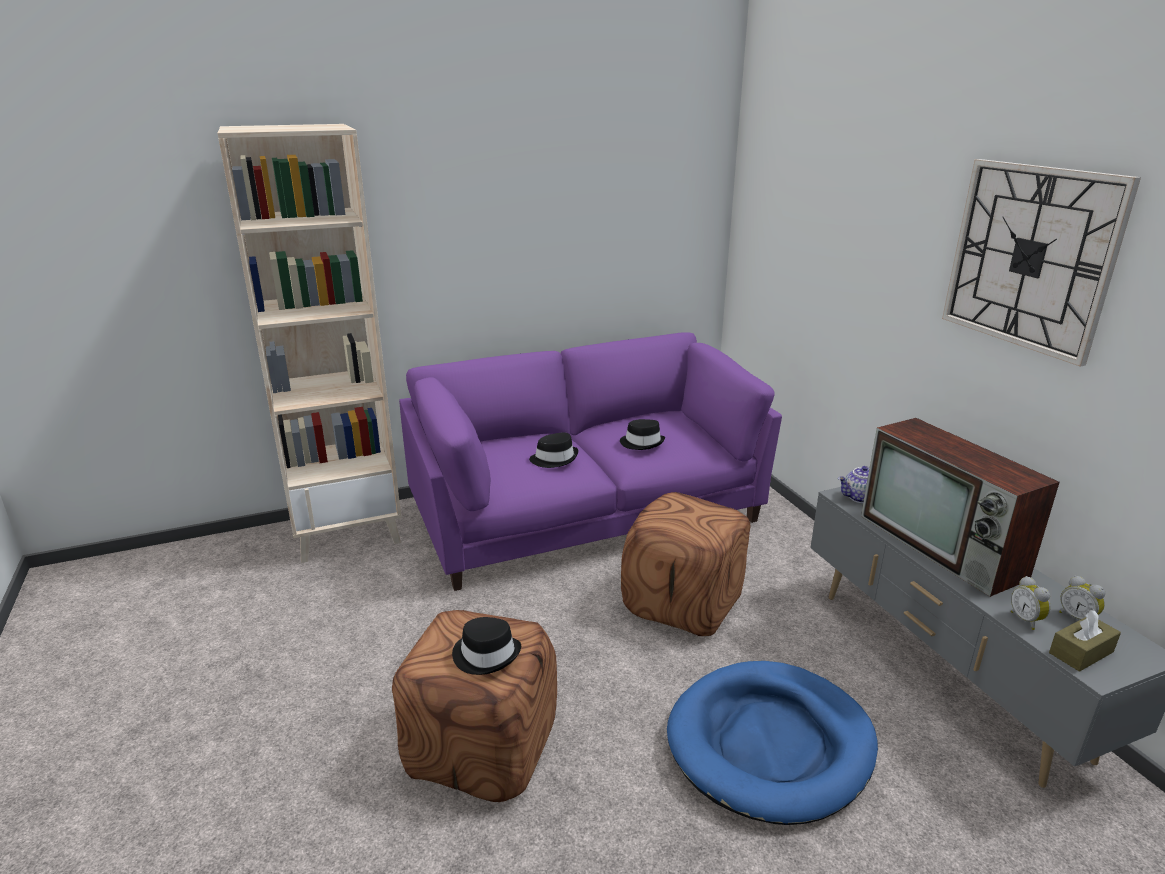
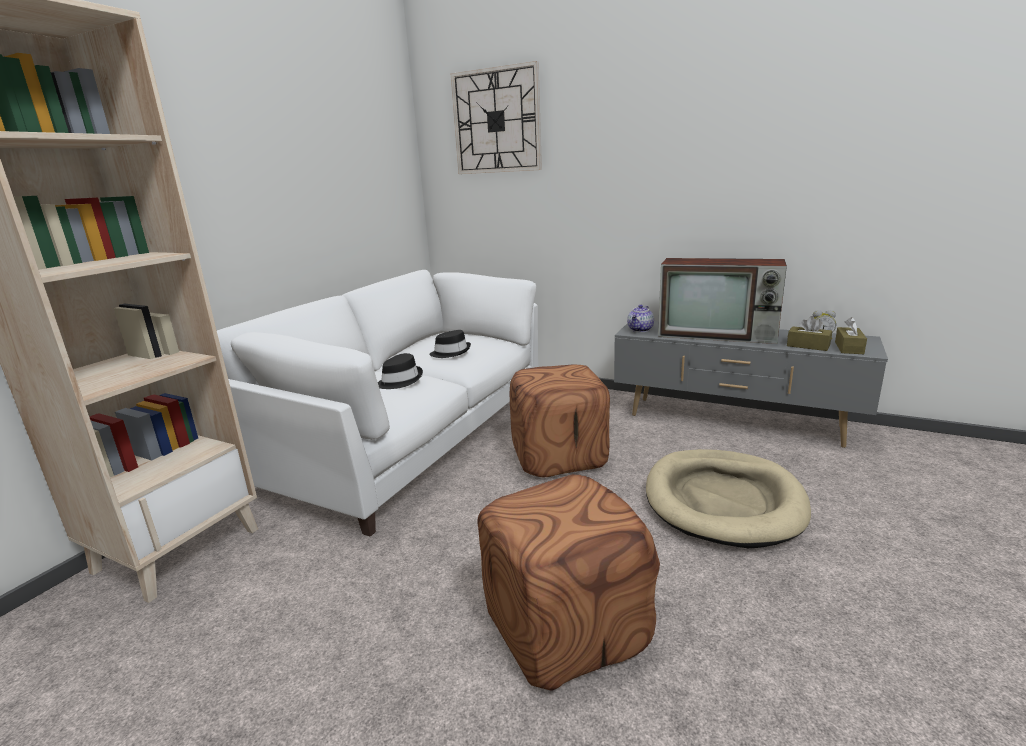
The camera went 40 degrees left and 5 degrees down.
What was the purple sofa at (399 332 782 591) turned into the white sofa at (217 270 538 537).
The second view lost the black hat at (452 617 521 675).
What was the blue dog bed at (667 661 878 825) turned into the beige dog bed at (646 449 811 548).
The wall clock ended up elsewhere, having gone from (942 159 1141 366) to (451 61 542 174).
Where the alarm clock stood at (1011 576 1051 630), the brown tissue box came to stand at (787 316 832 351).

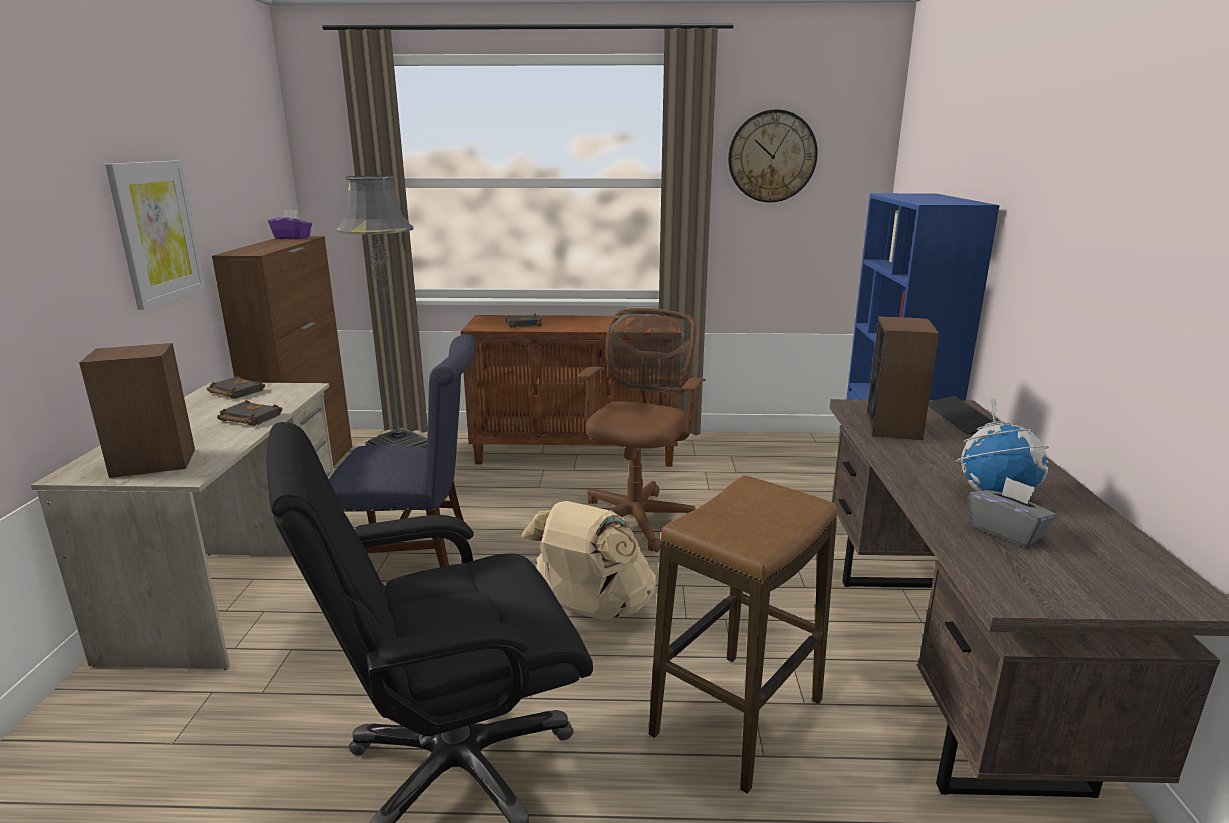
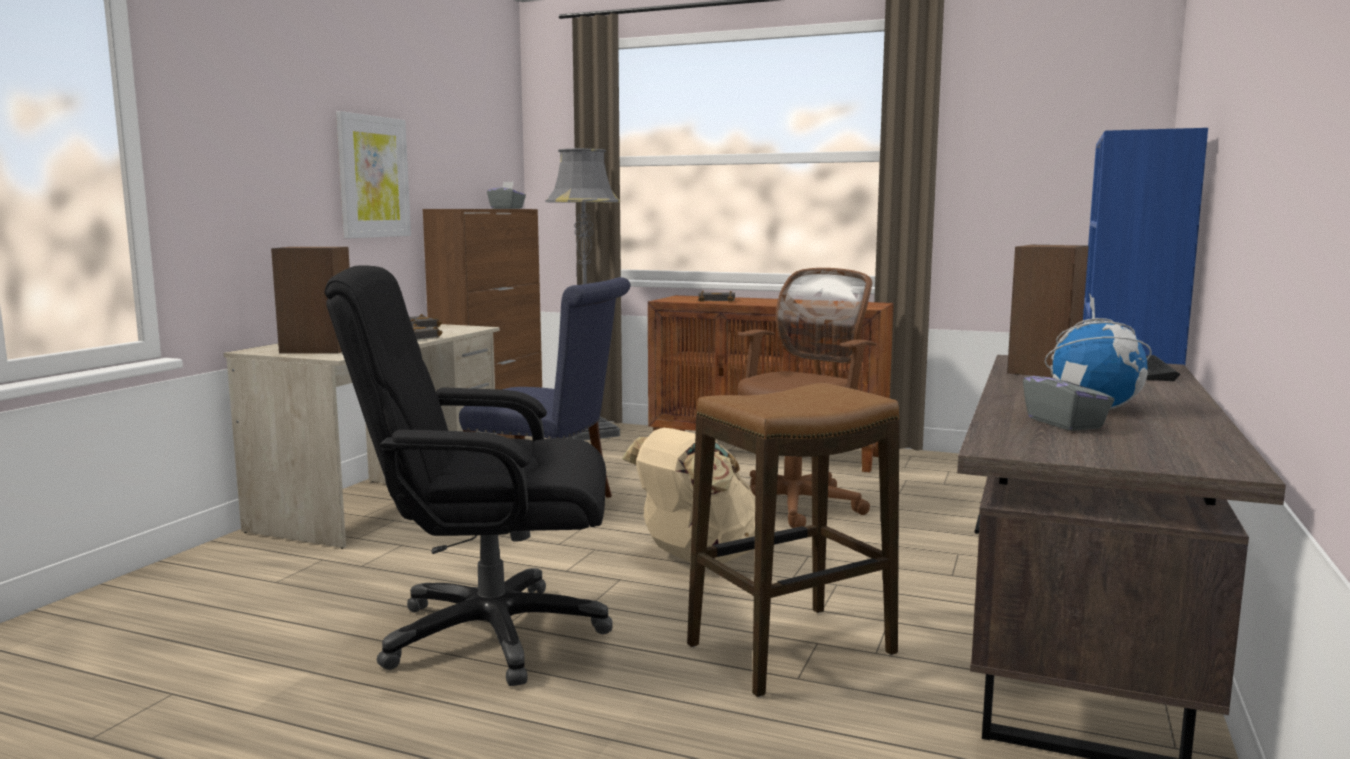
The camera went 20 degrees right and 10 degrees down.
What was the purple tissue box at (268 210 312 239) turned into the grey tissue box at (487 182 526 209).
The second view lost the wall clock at (728 109 818 203).

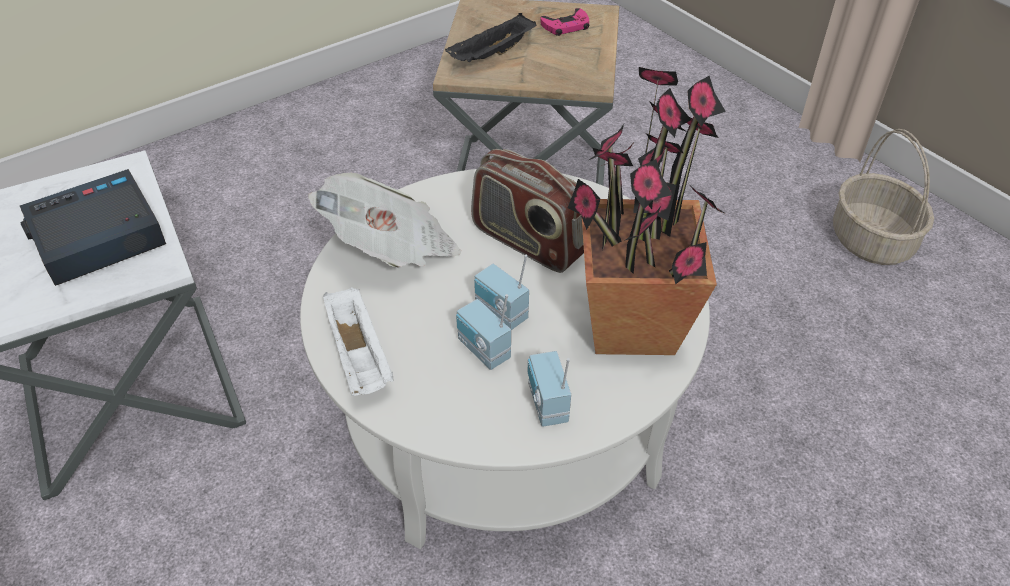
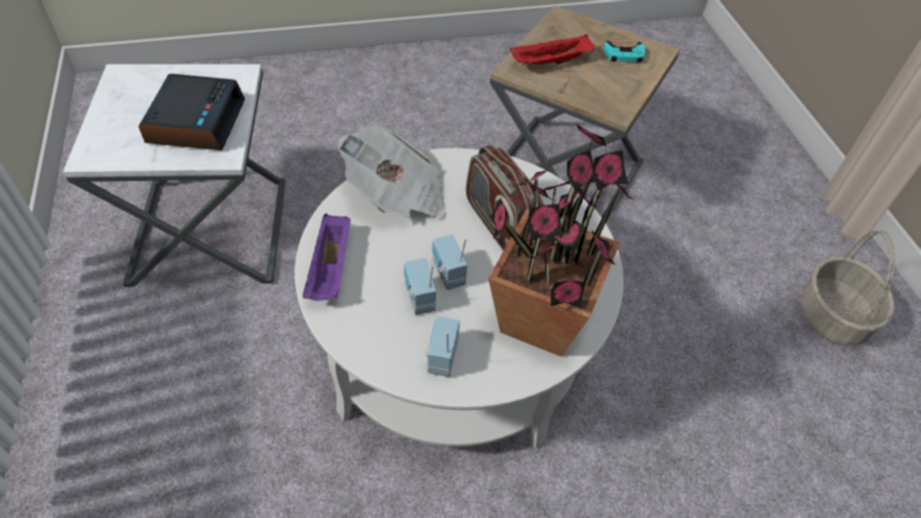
The camera went 20 degrees right and 5 degrees up.
The alarm clock at (20 169 166 286) ended up facing another way, 105 degrees clockwise from before.
What was the white tray at (323 287 394 396) turned into the purple tray at (303 213 351 301).
What was the black tray at (445 13 536 62) turned into the red tray at (510 34 595 65).
What was the pink game controller at (540 8 589 36) turned into the turquoise game controller at (604 41 646 63).

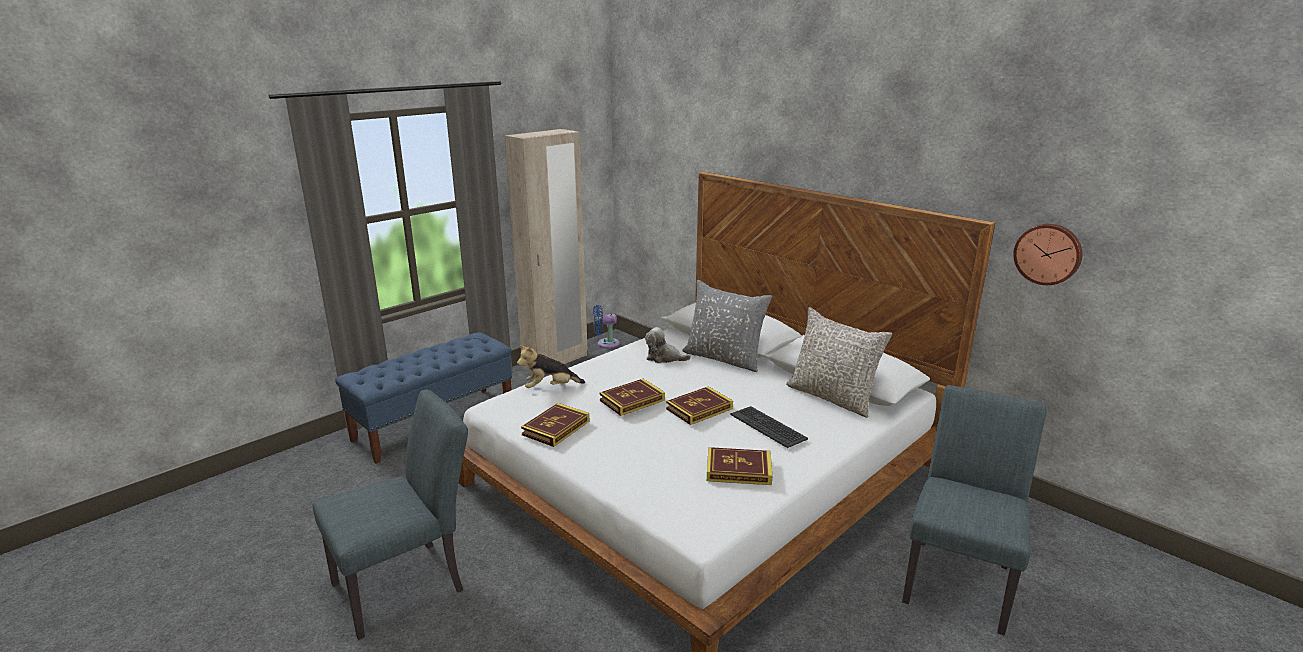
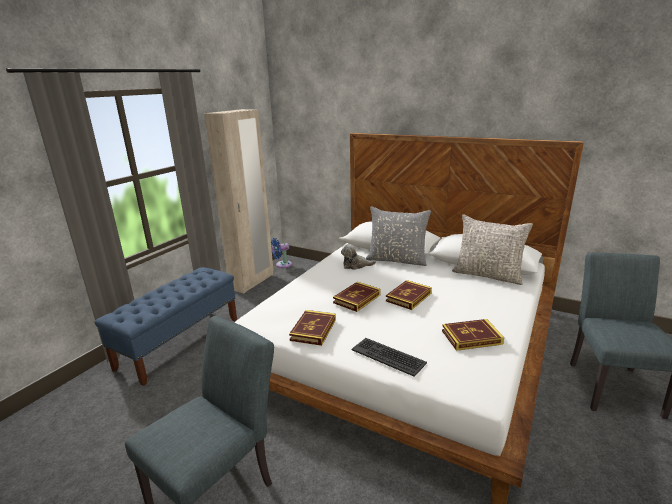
The camera went 15 degrees left and 0 degrees up.
The second view lost the plush toy at (517 345 585 388).
The keyboard ended up elsewhere, having gone from (730 406 808 448) to (351 338 427 377).
The second view lost the wall clock at (1013 224 1082 285).

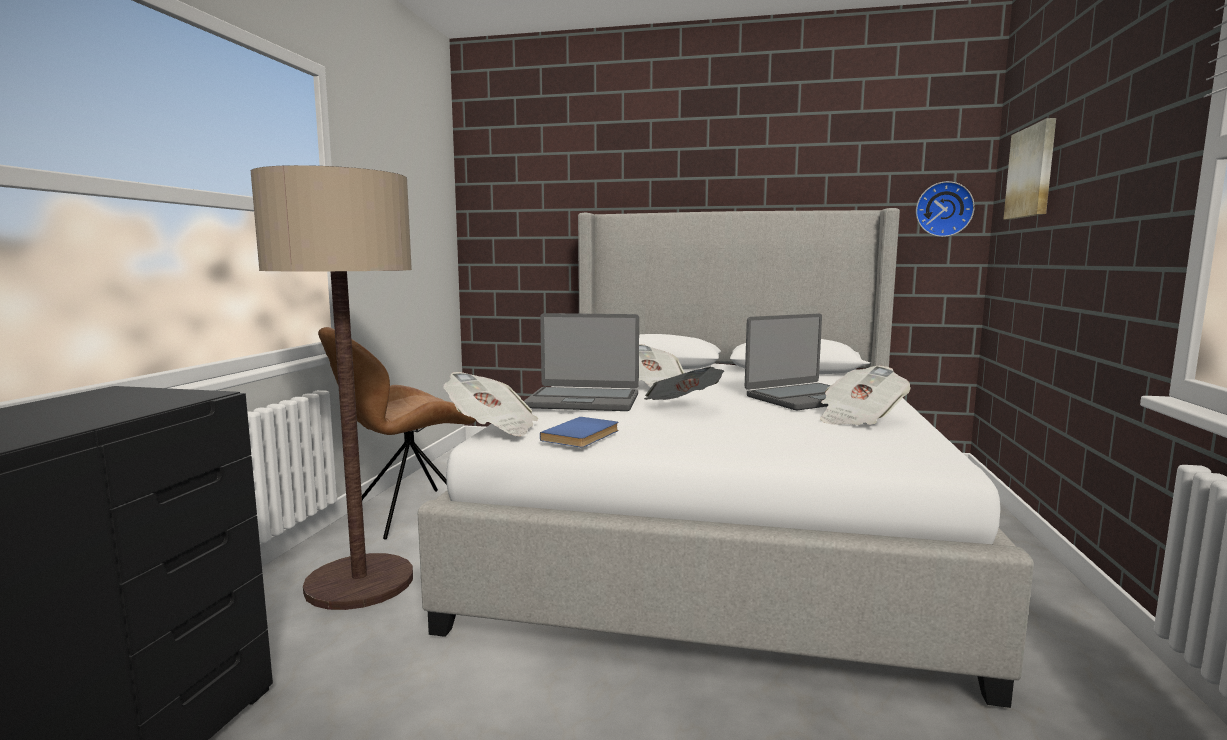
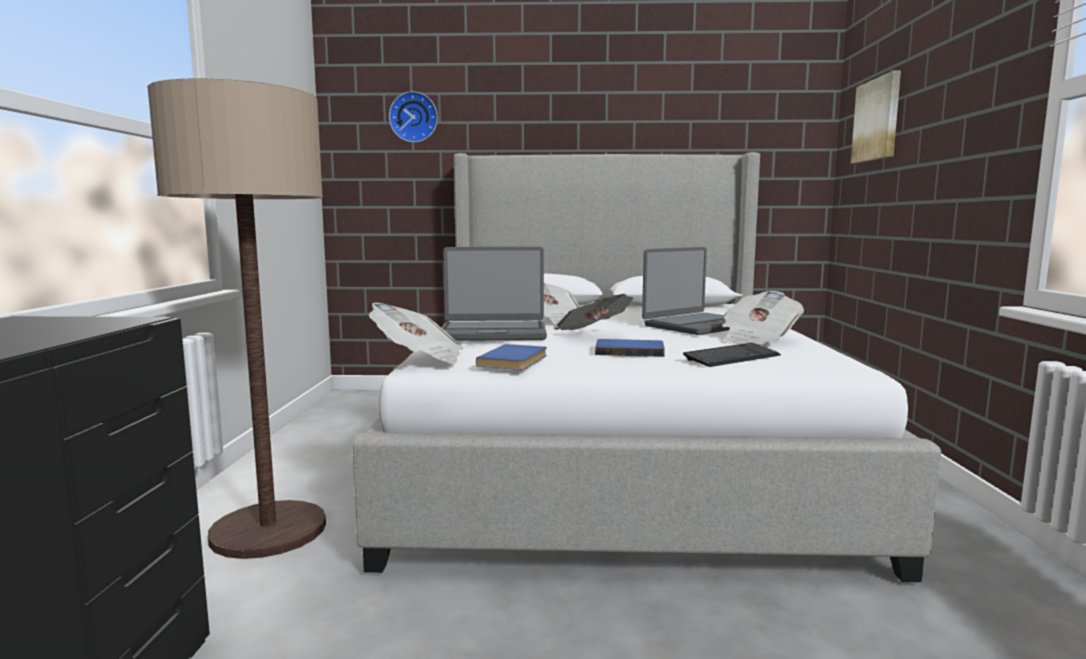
The camera went 10 degrees left and 0 degrees up.
The second view lost the brown chair at (318 327 476 539).
The wall clock ended up elsewhere, having gone from (916 181 975 237) to (389 91 438 143).
The second view gained the blue book at (595 339 665 357).
The second view gained the keyboard at (683 343 781 367).

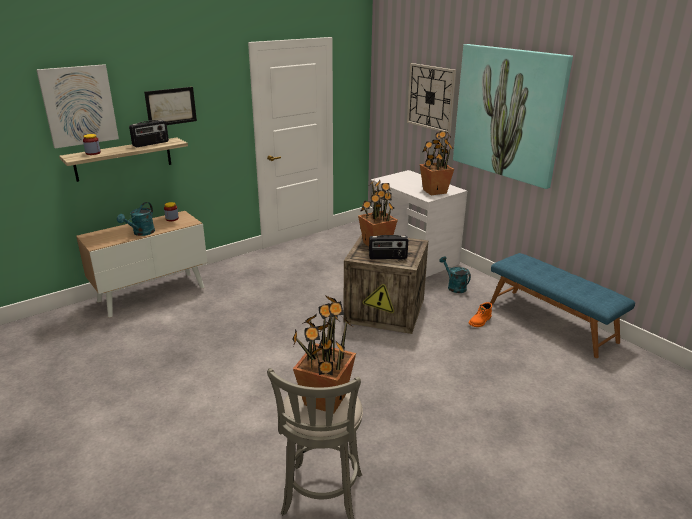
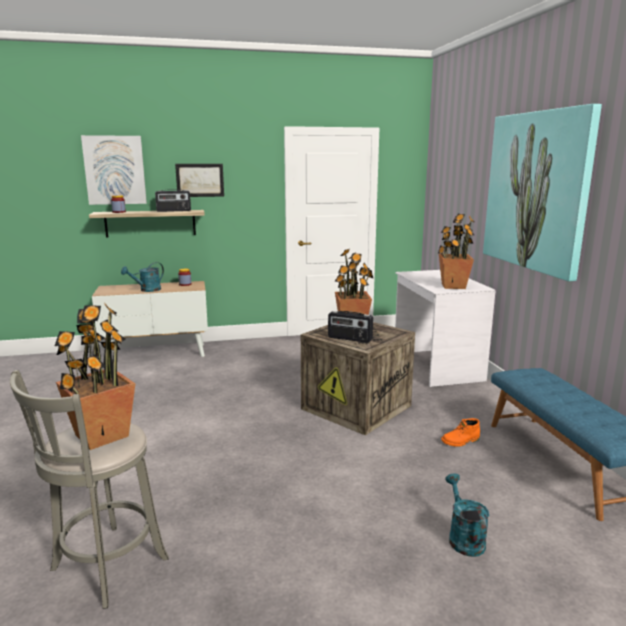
The camera went 25 degrees right and 10 degrees down.
The second view lost the wall clock at (407 63 456 134).
The turquoise watering can ended up elsewhere, having gone from (439 256 471 293) to (445 474 489 557).

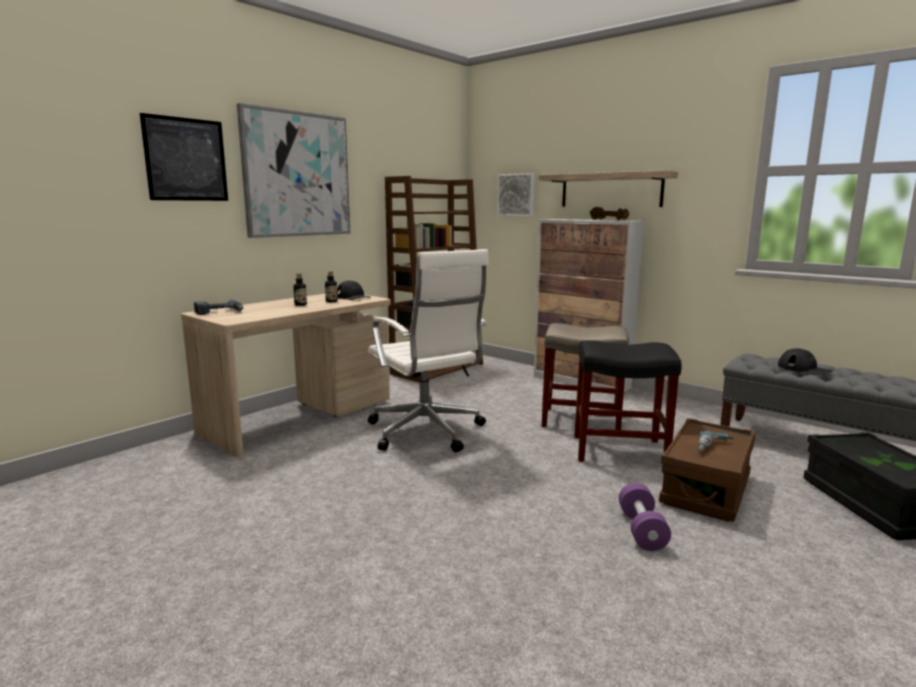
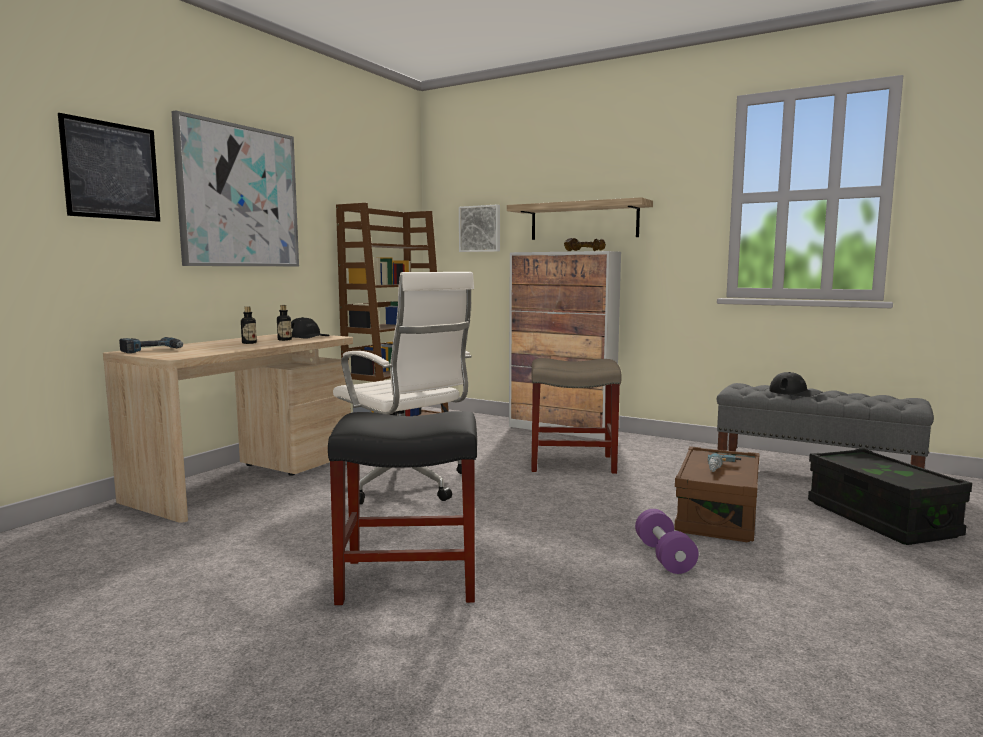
The camera went 10 degrees left and 5 degrees down.
The black stool ended up elsewhere, having gone from (575 340 682 462) to (328 411 477 605).

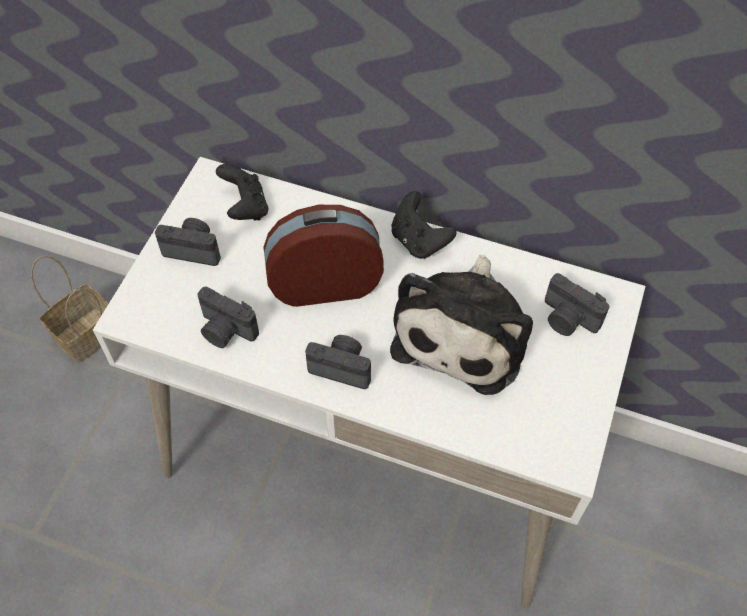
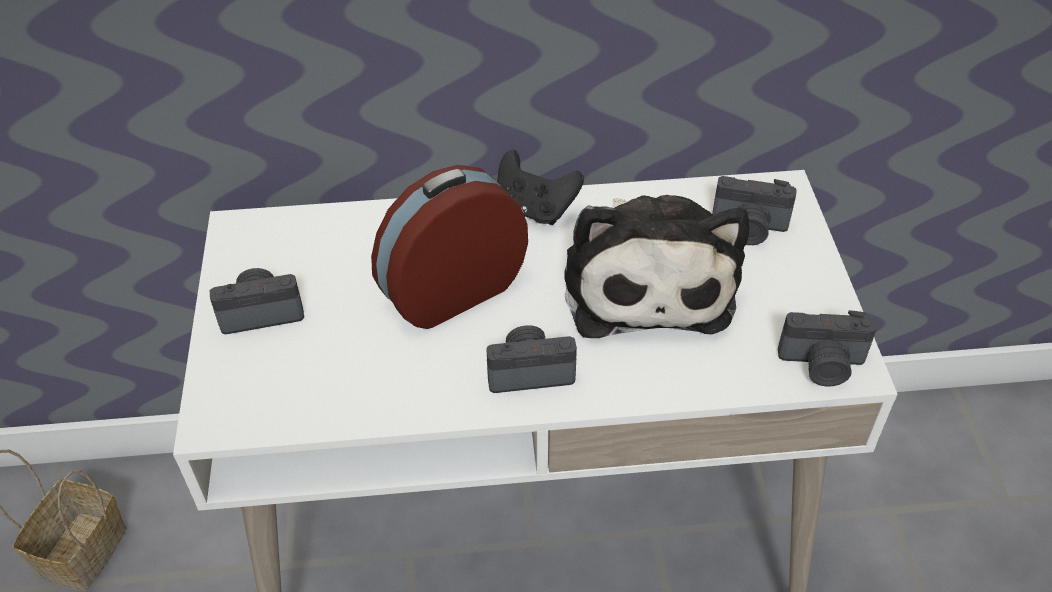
The camera went 25 degrees left and 10 degrees down.
The photo camera ended up elsewhere, having gone from (197 287 259 348) to (778 310 877 387).
The second view lost the black game controller at (216 164 268 221).

